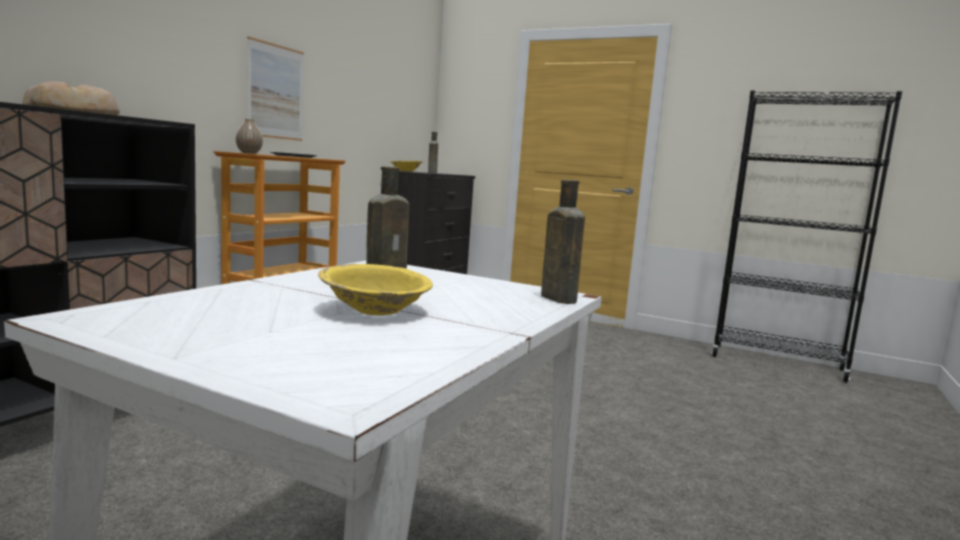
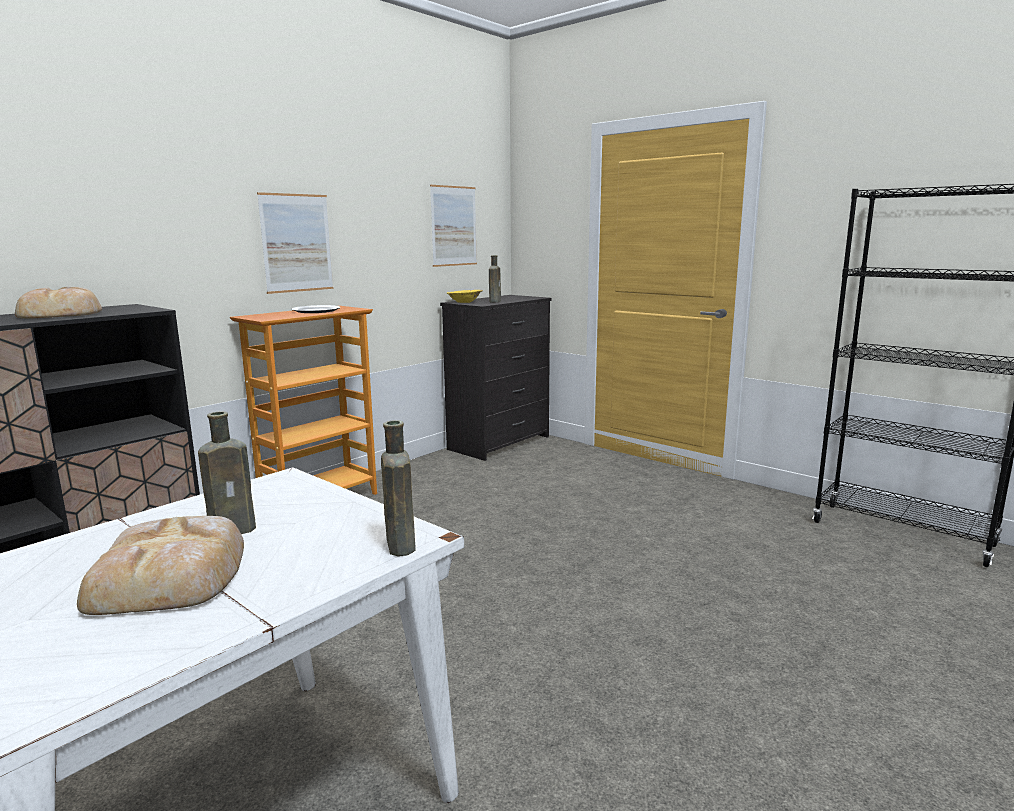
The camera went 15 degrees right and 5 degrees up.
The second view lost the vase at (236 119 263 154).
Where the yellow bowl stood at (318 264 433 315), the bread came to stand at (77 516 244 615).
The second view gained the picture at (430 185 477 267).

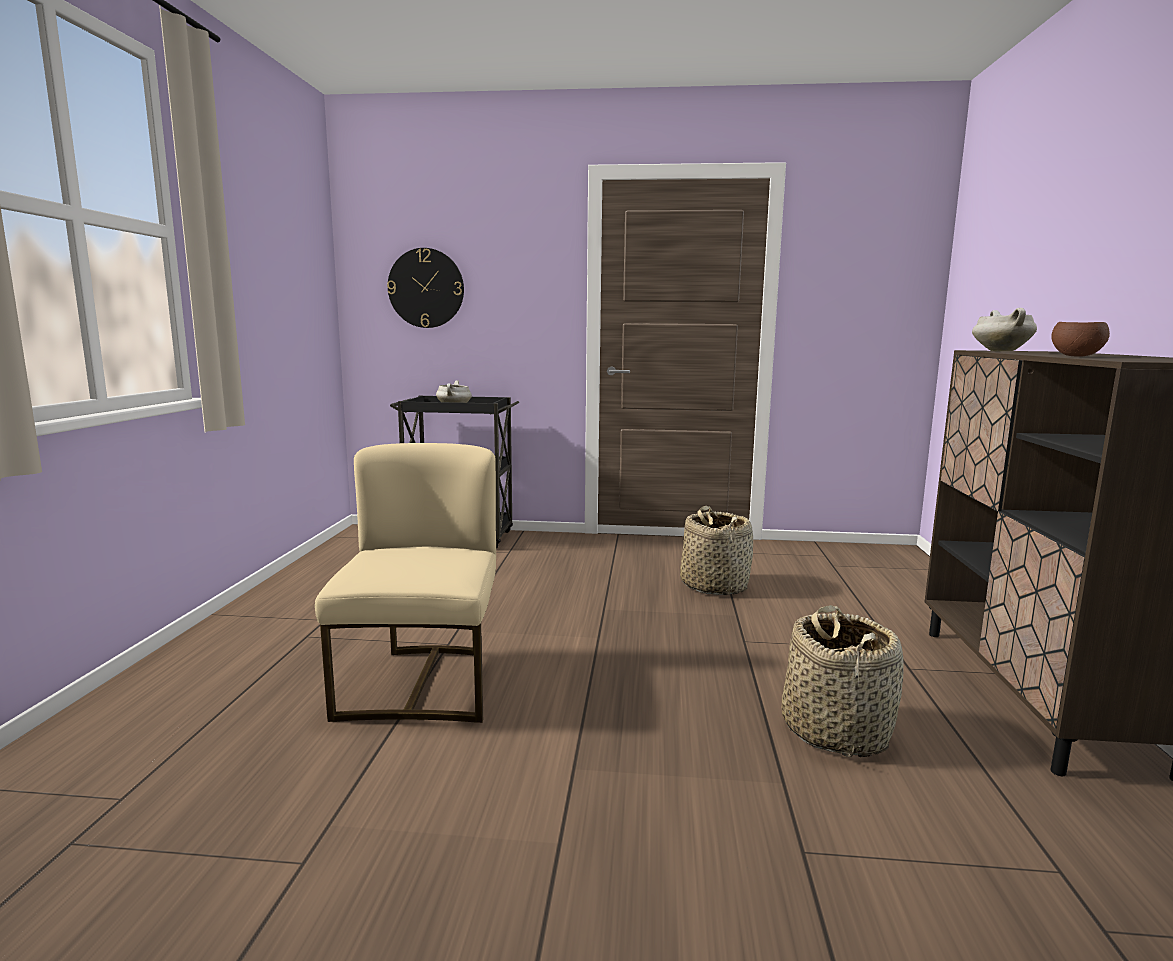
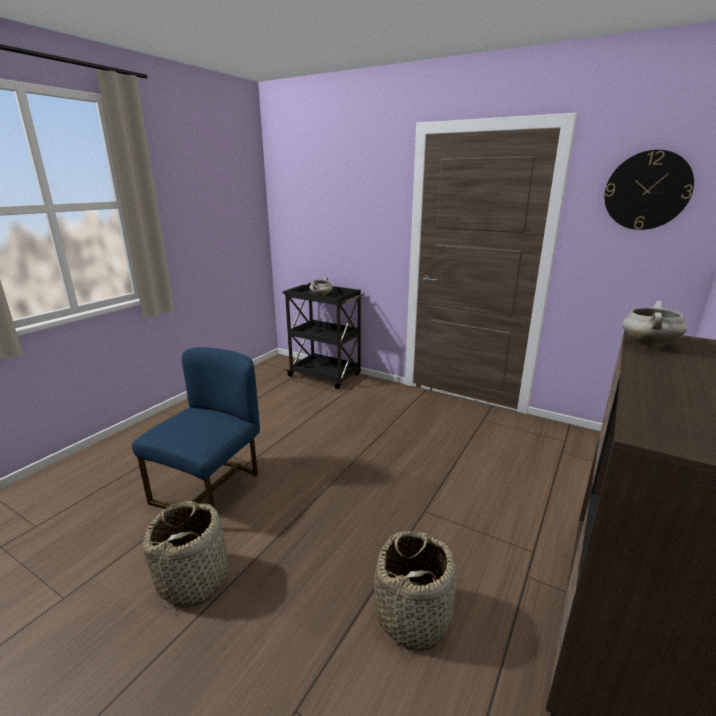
The camera went 25 degrees right and 10 degrees up.
What was the beige chair at (315 443 496 723) turned into the blue chair at (132 347 260 509).
The wall clock ended up elsewhere, having gone from (387 248 464 328) to (604 150 694 230).
The basket ended up elsewhere, having gone from (680 506 753 595) to (143 501 228 608).
The second view lost the brown bowl at (1051 322 1110 357).

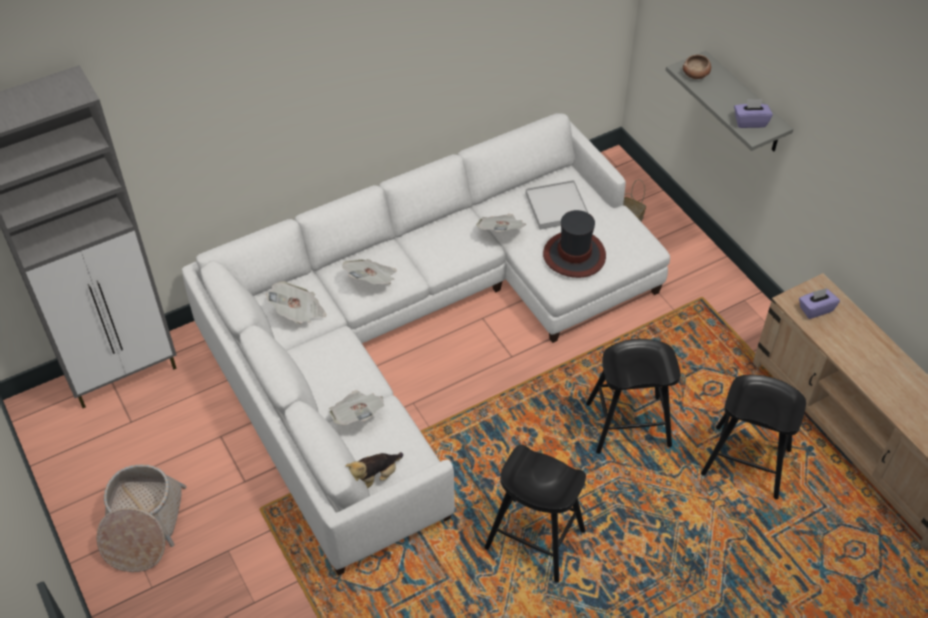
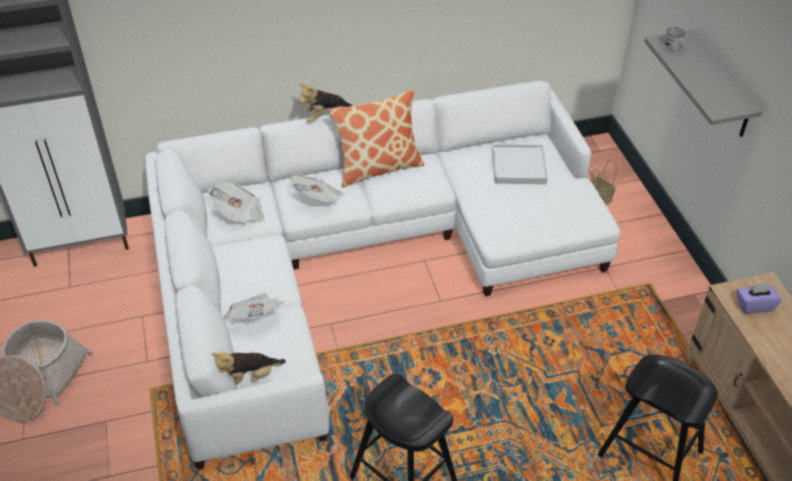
The camera went 15 degrees right and 5 degrees down.
The second view lost the newspaper at (476 214 527 232).
The second view lost the hat at (543 210 606 278).
The second view lost the black stool at (586 339 680 454).
Where the bowl stood at (683 55 711 79), the white mug came to stand at (664 27 685 51).
The second view lost the purple tissue box at (734 99 773 128).
The second view gained the plush toy at (299 84 353 123).
The second view gained the pillow at (329 88 424 188).

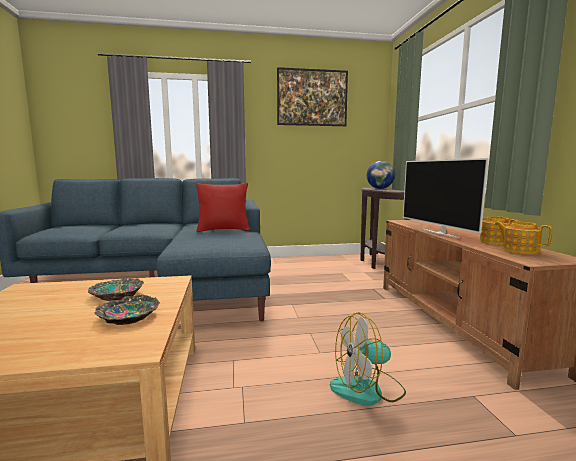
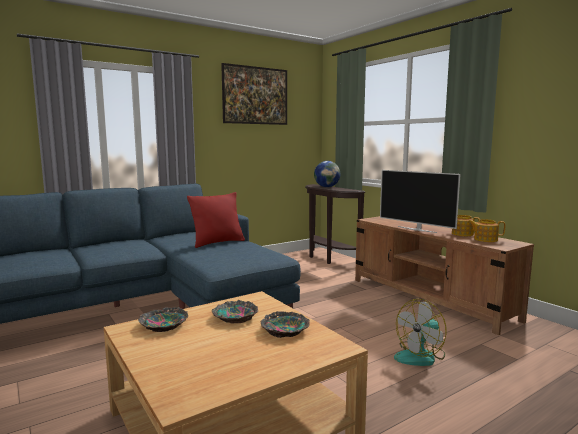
The camera went 25 degrees left and 0 degrees up.
The second view gained the bowl at (138 307 188 332).

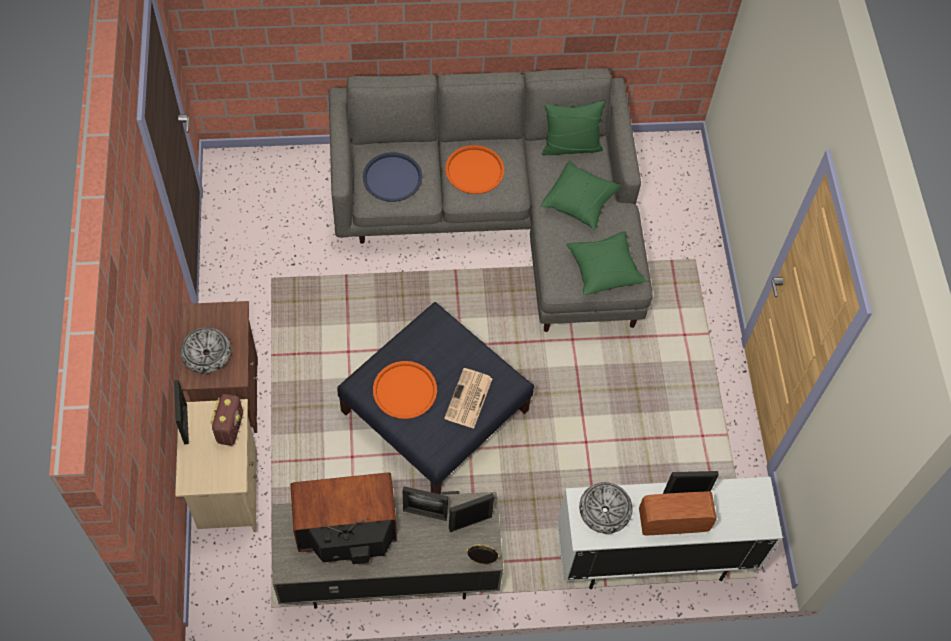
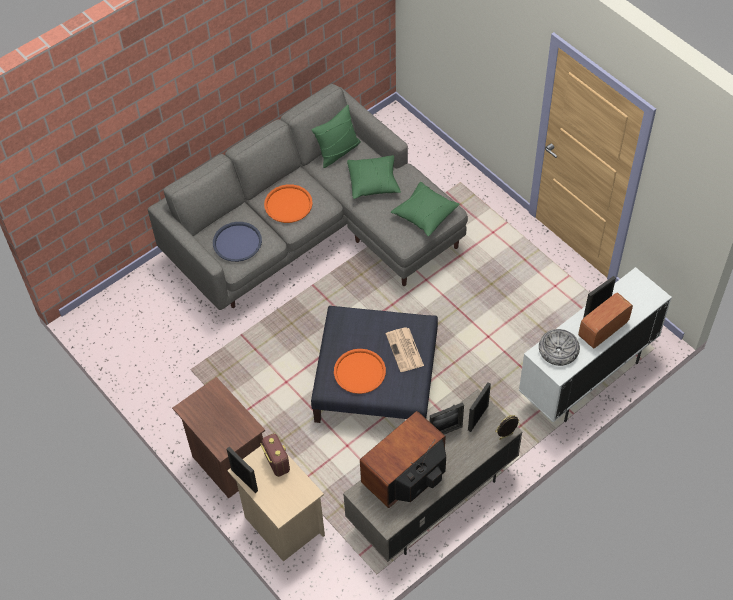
The camera went 30 degrees left and 5 degrees down.
The second view lost the bowl at (180 327 231 374).

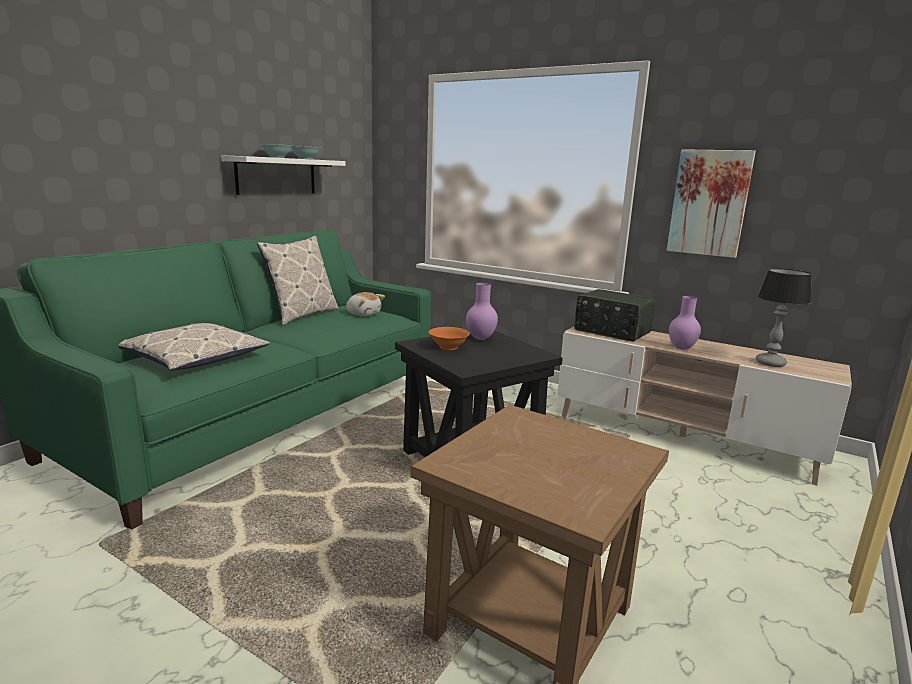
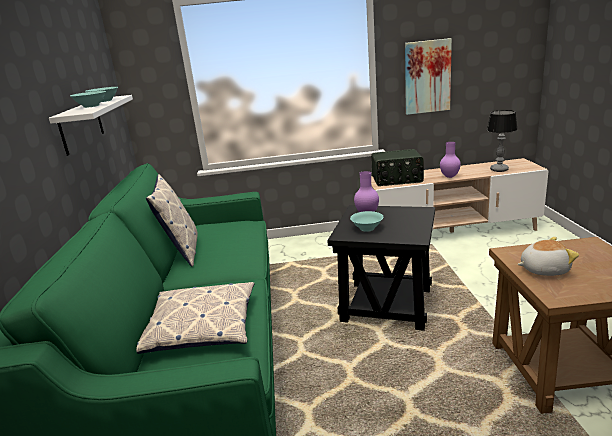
The camera went 35 degrees left and 5 degrees up.
The plush toy ended up elsewhere, having gone from (346 292 385 316) to (517 237 579 276).
What was the orange bowl at (429 327 470 350) turned into the turquoise bowl at (350 211 383 232).

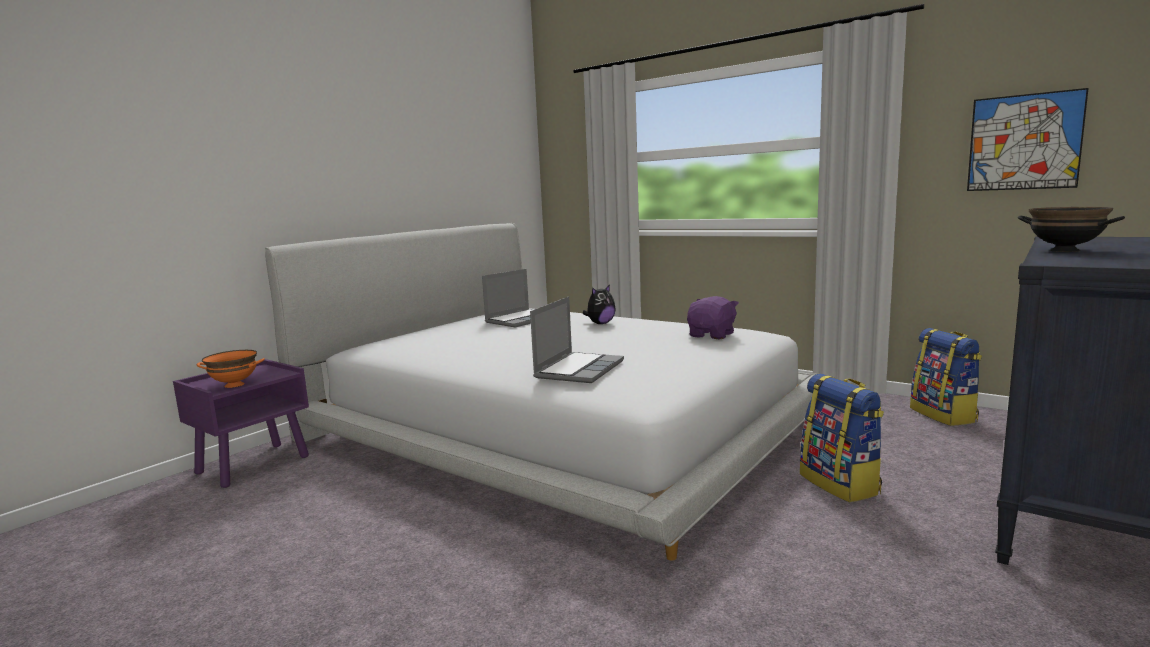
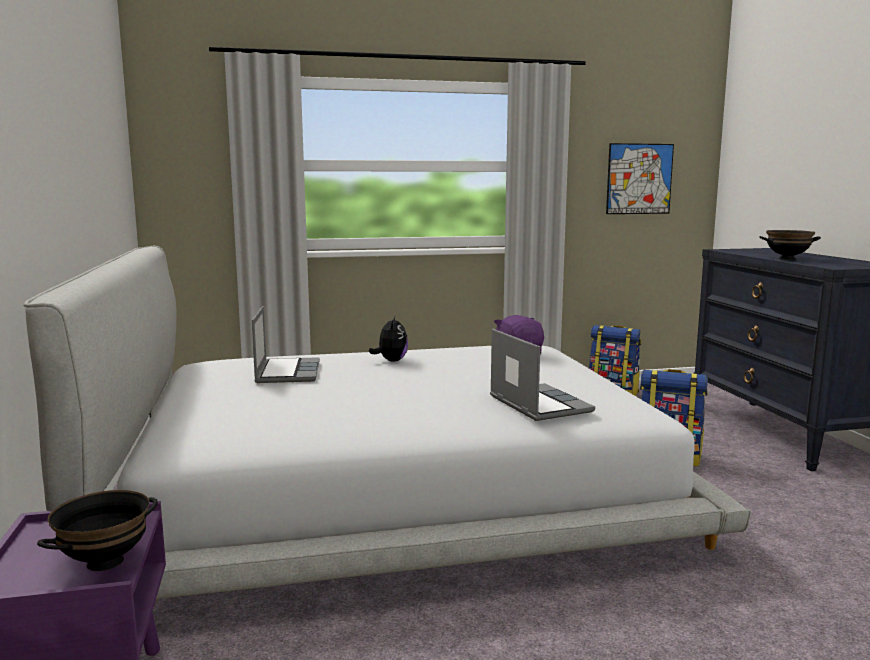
The camera went 50 degrees left and 0 degrees up.
What was the orange bowl at (197 350 265 388) turned into the black bowl at (37 490 158 571).

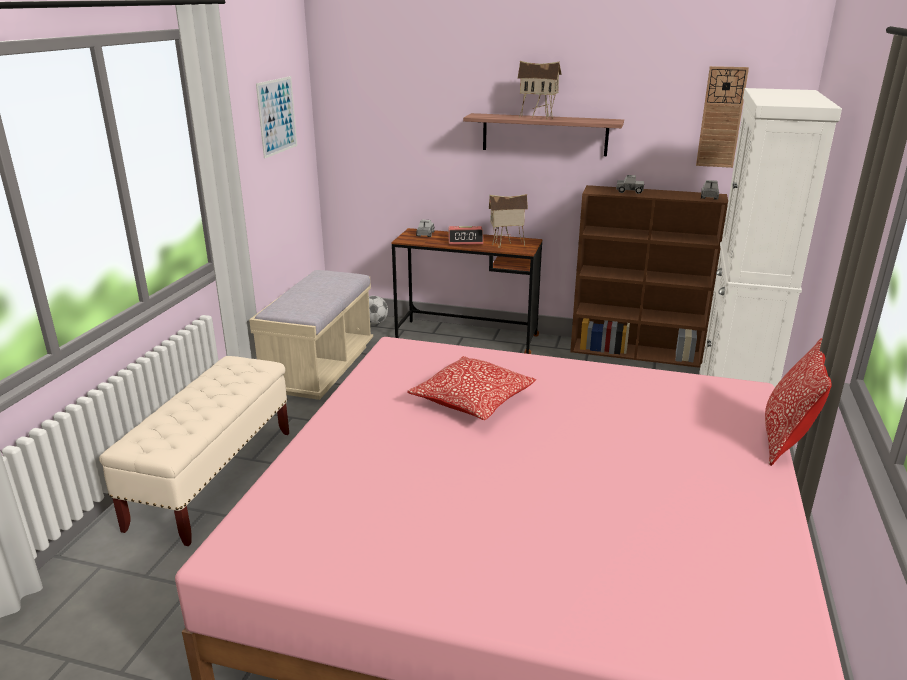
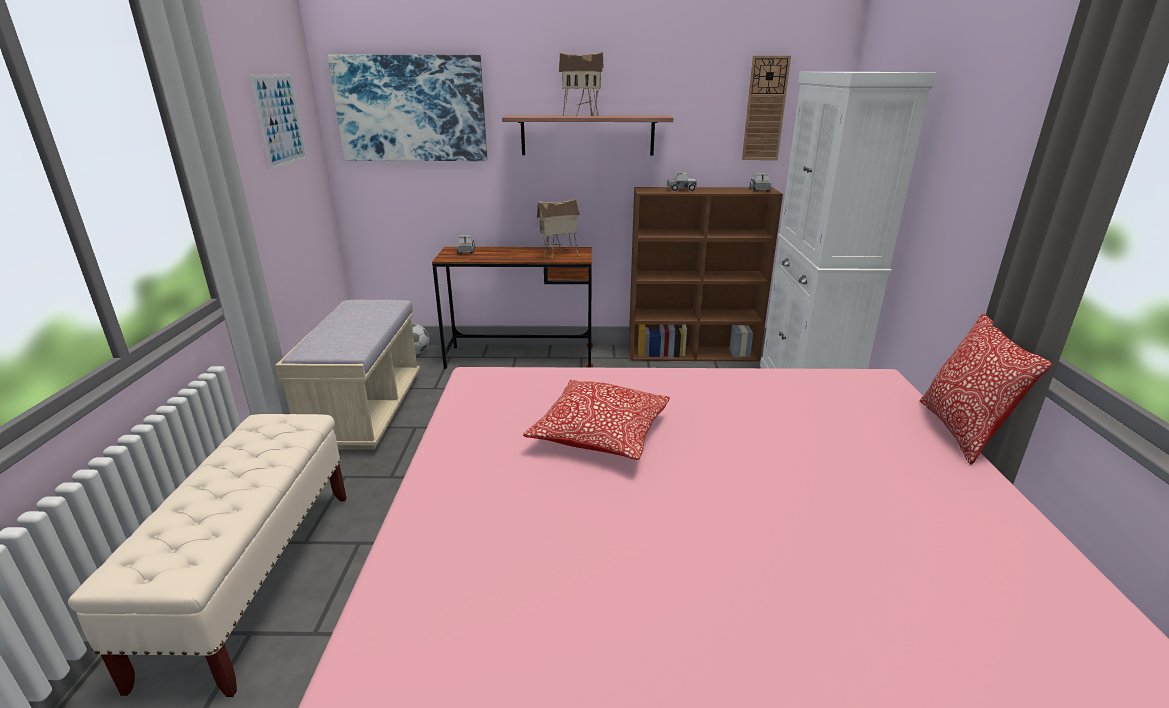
The camera went 15 degrees left and 0 degrees up.
The second view lost the alarm clock at (448 226 483 245).
The second view gained the picture at (327 55 487 161).

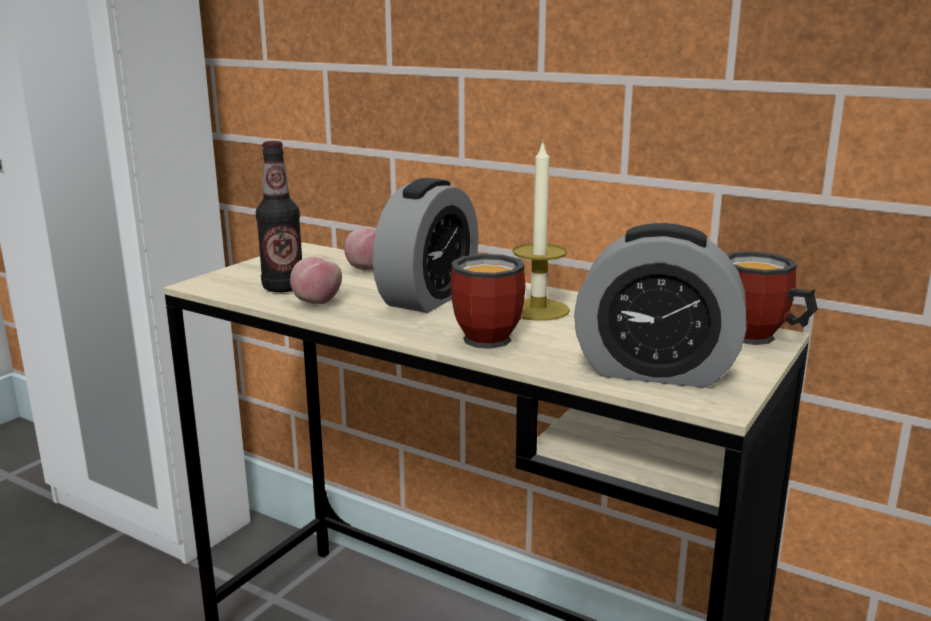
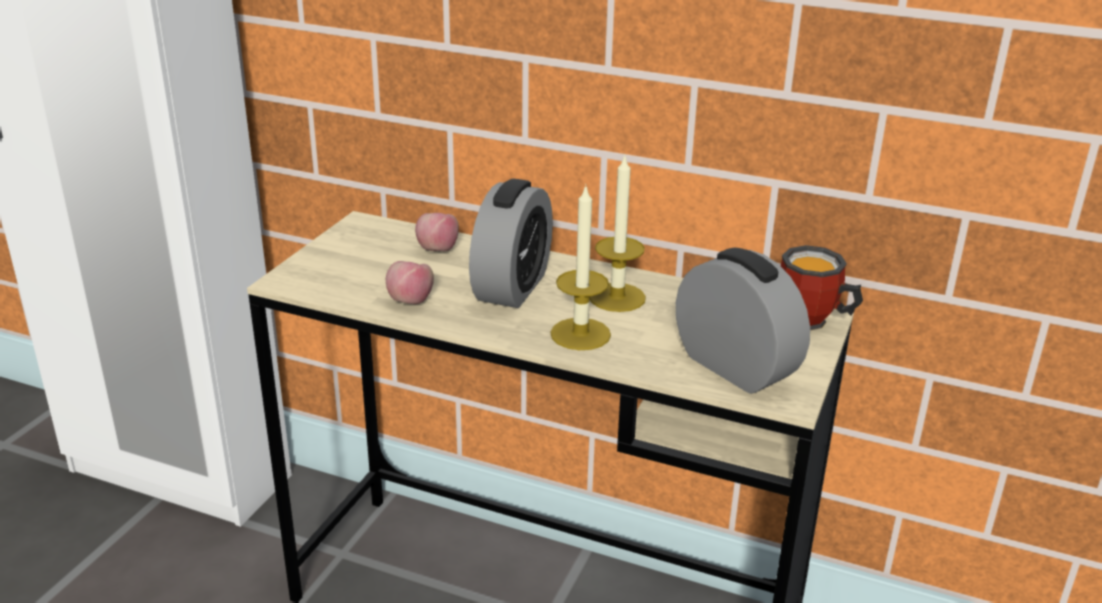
The camera went 10 degrees left and 10 degrees up.
The second view lost the bottle at (256 141 302 292).
Where the mug stood at (450 254 526 349), the candle came to stand at (550 184 611 350).
The alarm clock at (574 223 747 388) ended up facing another way, 135 degrees counterclockwise from before.

